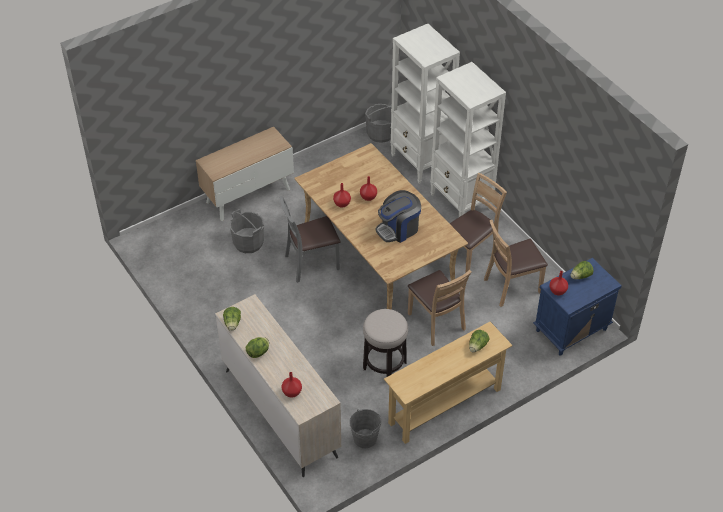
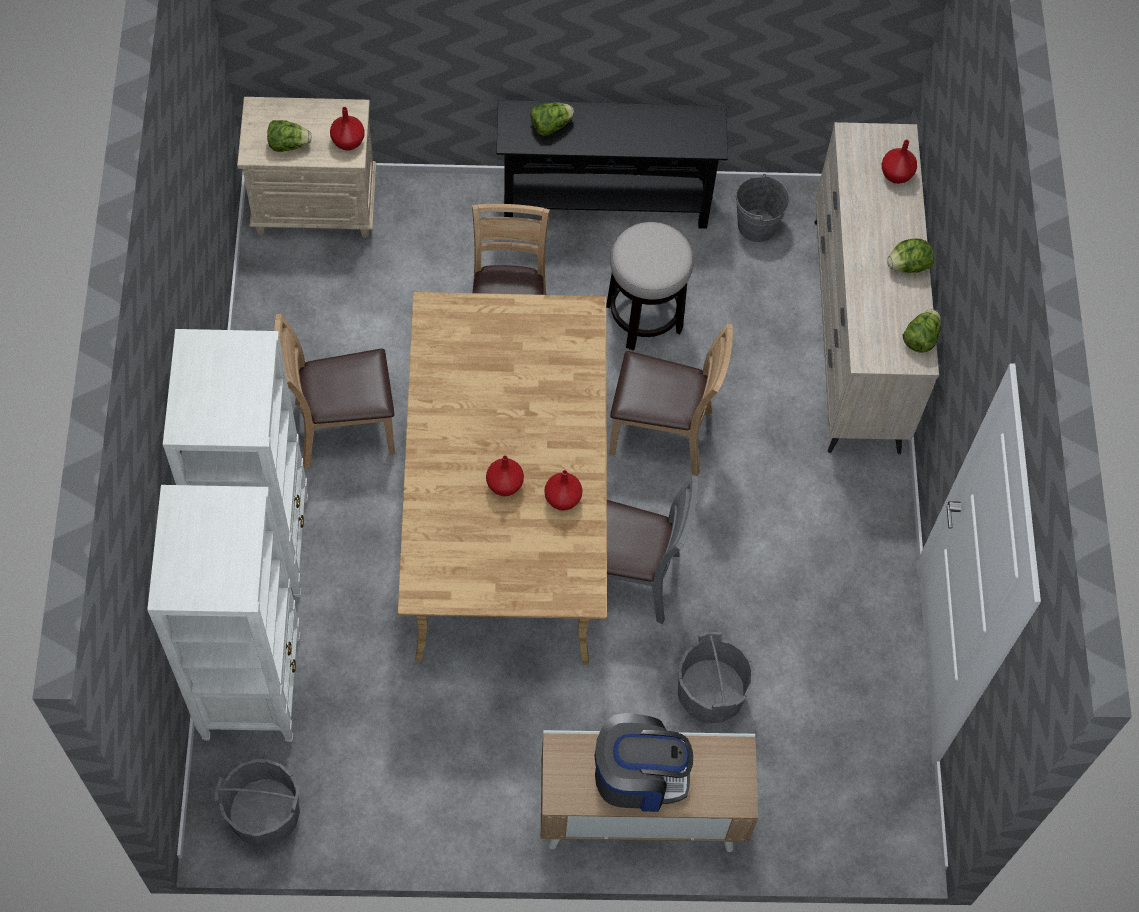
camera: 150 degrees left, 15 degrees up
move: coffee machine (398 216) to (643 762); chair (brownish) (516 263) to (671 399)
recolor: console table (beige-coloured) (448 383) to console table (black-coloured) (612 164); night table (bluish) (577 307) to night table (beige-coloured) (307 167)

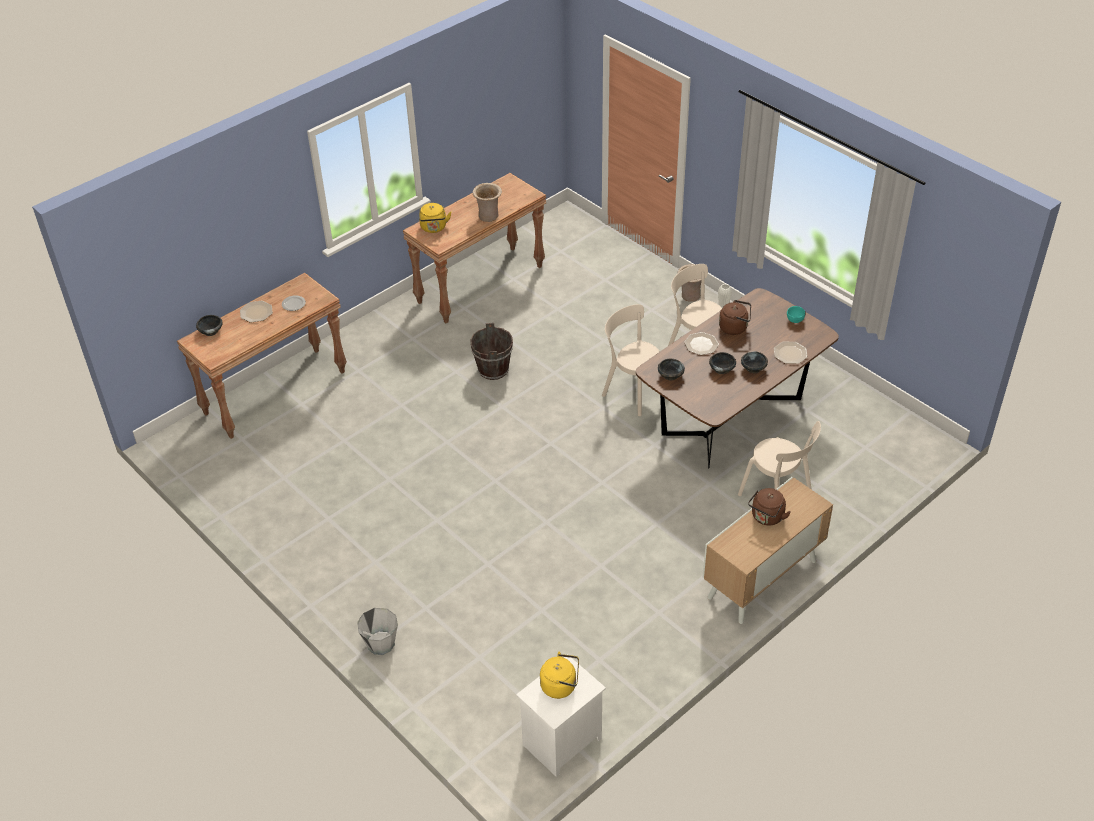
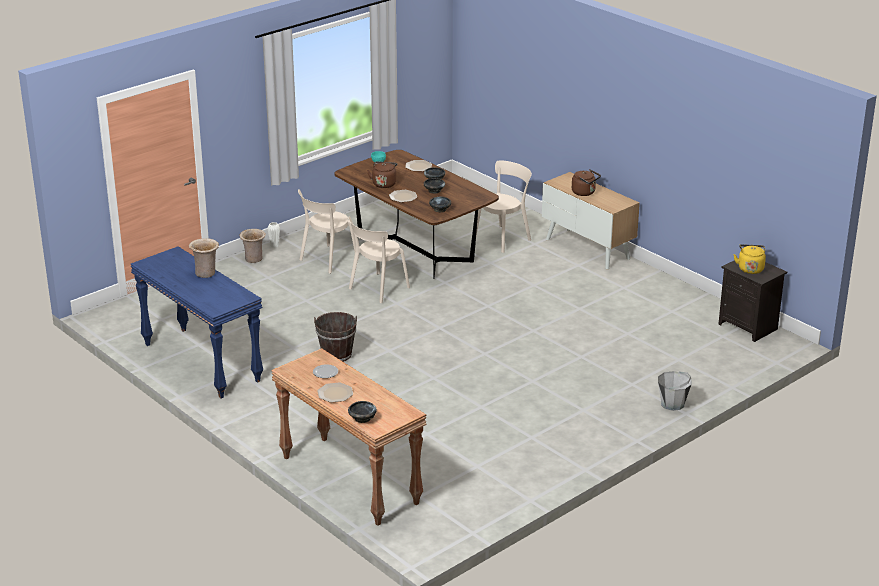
camera: 90 degrees left, 15 degrees down
delete: tea kettle (yellowish) (435 218)
recolor: console table (brownish) (474 248) to console table (bluish) (196 322); night table (whitish) (561 715) to night table (black-coloured) (752 301)

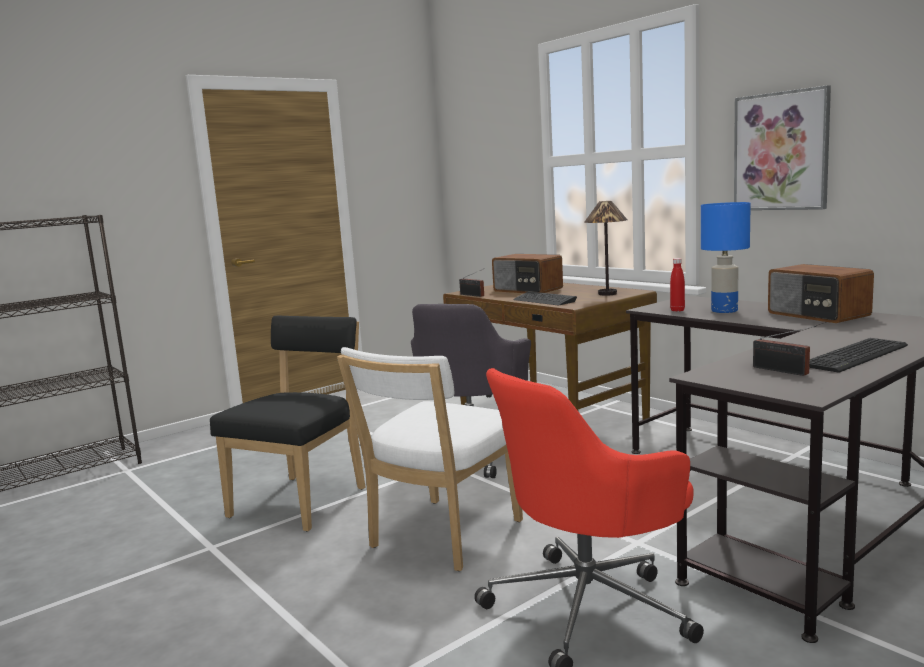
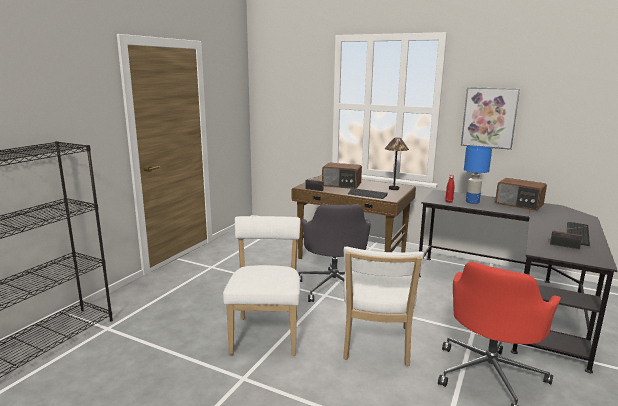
camera: 25 degrees left, 5 degrees up
recolor: chair (black-coloured) (287 424) to chair (whitish) (261 286)

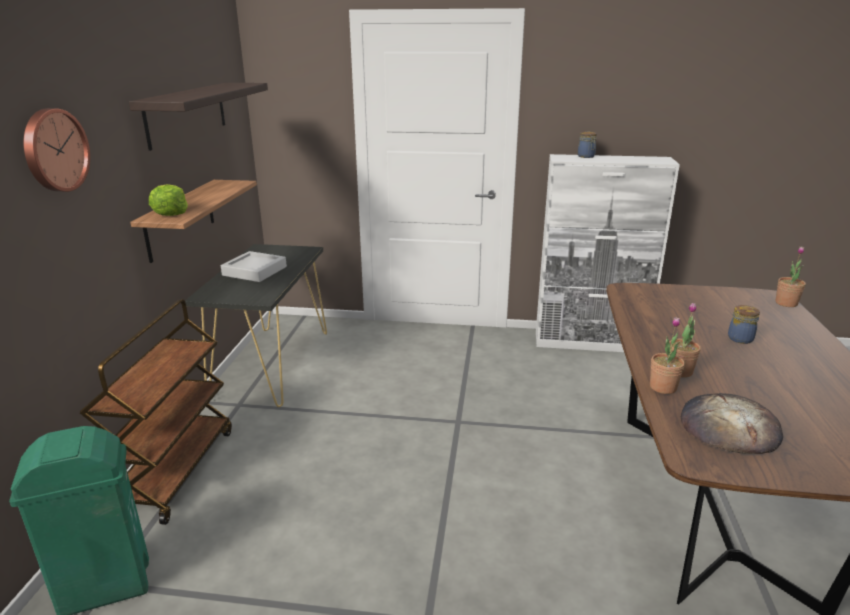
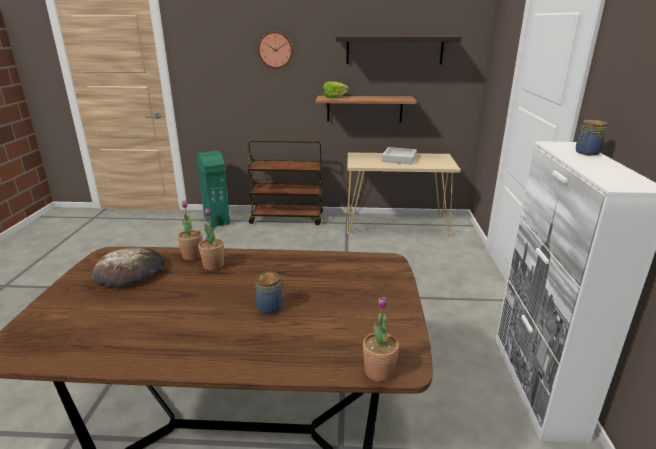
camera: 85 degrees right, 0 degrees up
recolor: console table (black-coloured) (256 325) to console table (beige-coloured) (404 194)

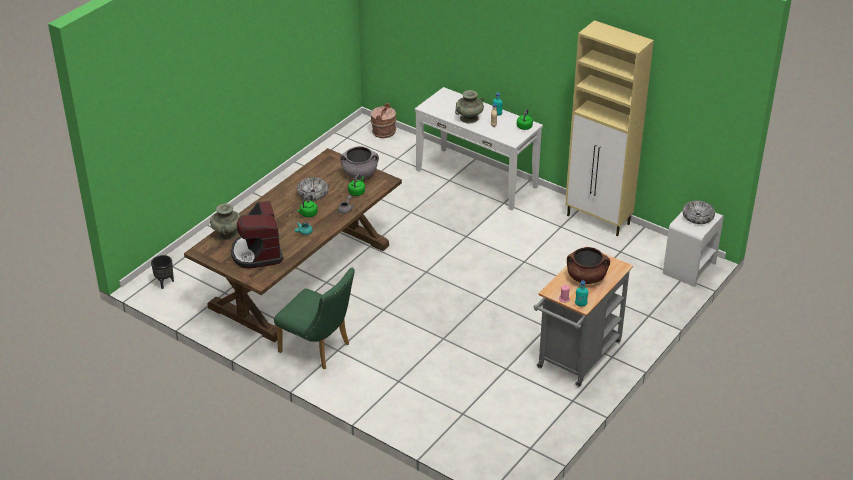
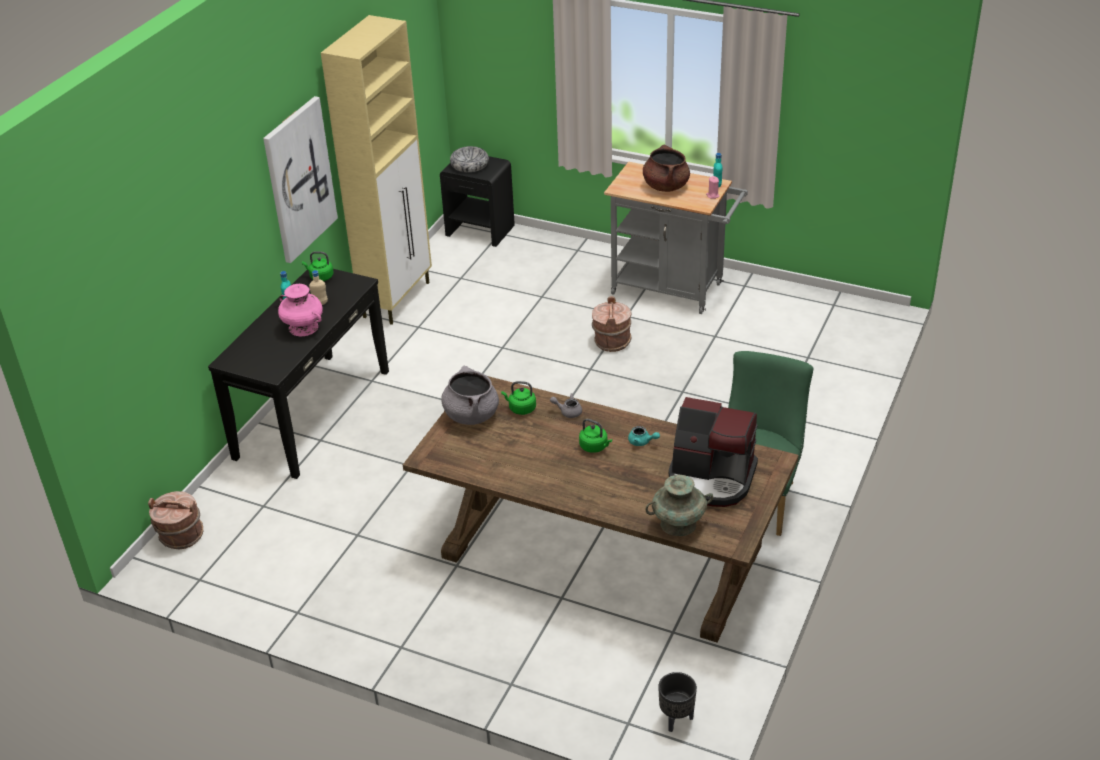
camera: 100 degrees left, 0 degrees up
delete: bowl (313 189)
insert: wall picture (300 179); pail (brownish) (612 324)
recolor: console table (whitish) (479 148) to console table (black-coloured) (298 374); flower vase (turquoise-coloured) (469 107) to flower vase (pinkish) (300 310); night table (whitish) (693 249) to night table (black-coloured) (477 201)
rotate: coffee machine (257 235) = (713 452) 45 degrees clockwise

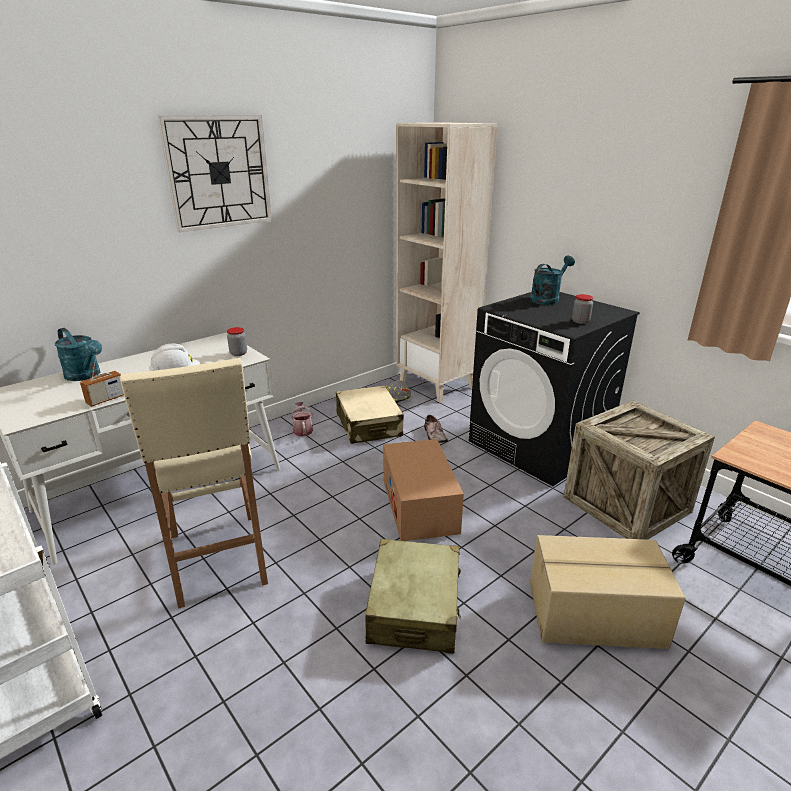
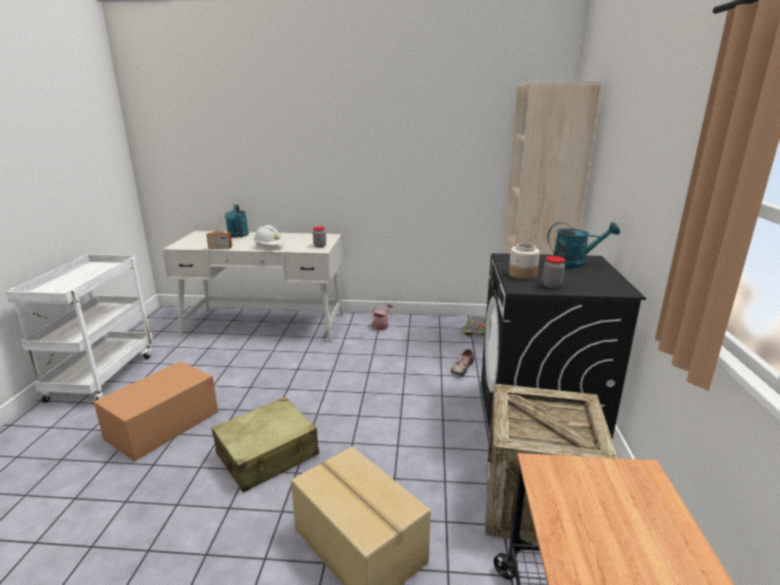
camera: 45 degrees right, 5 degrees down
delete: stool seat (beige-coloured) (194 483); wall clock (215 173); travel case (beige-coloured) (370 414)
insert: storage jar (524 261)
move: cardboard box (423 490) to (156 411)

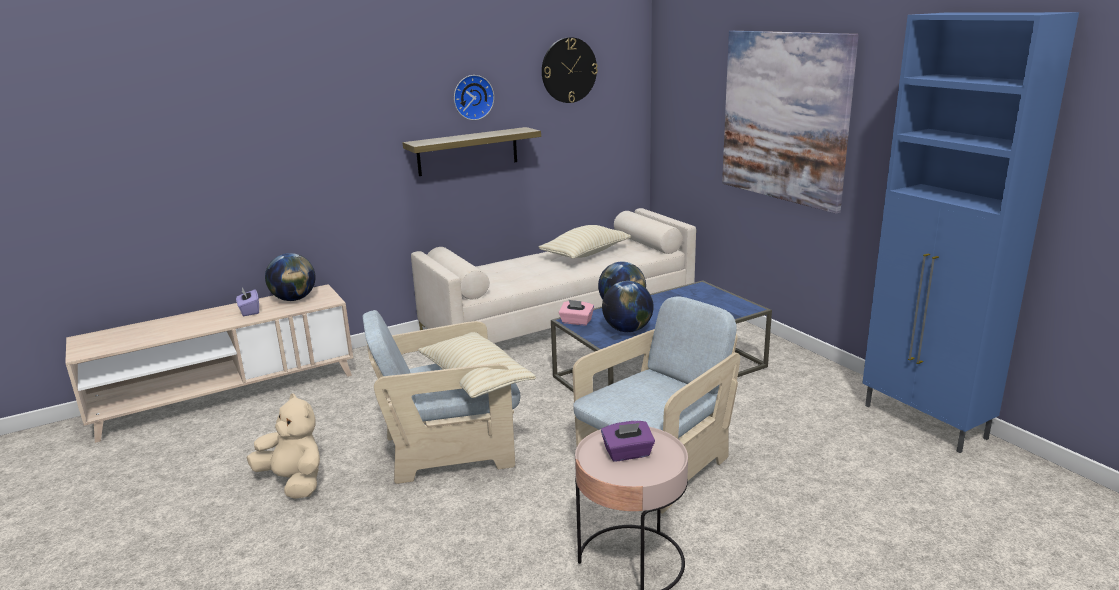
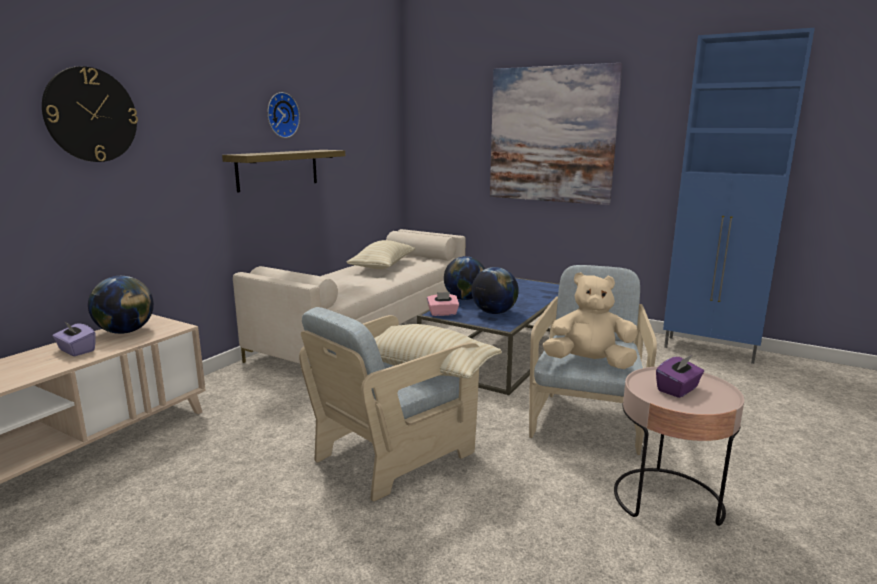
camera: 30 degrees left, 5 degrees down
move: plush toy (beige-coloured) (283 446) to (590 320); wall clock (570 70) to (90 114)

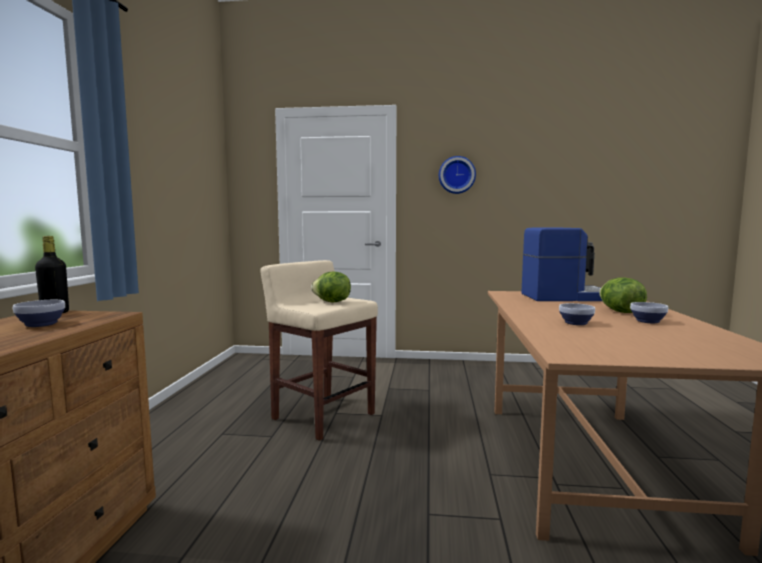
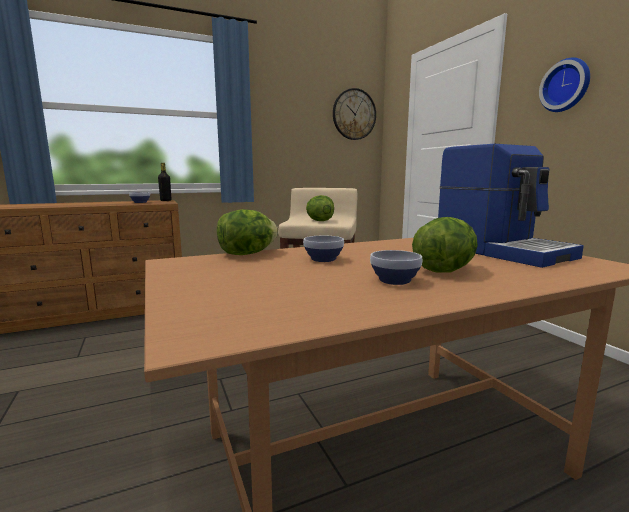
camera: 60 degrees right, 5 degrees up
insert: lettuce (247 232); wall clock (354 114)

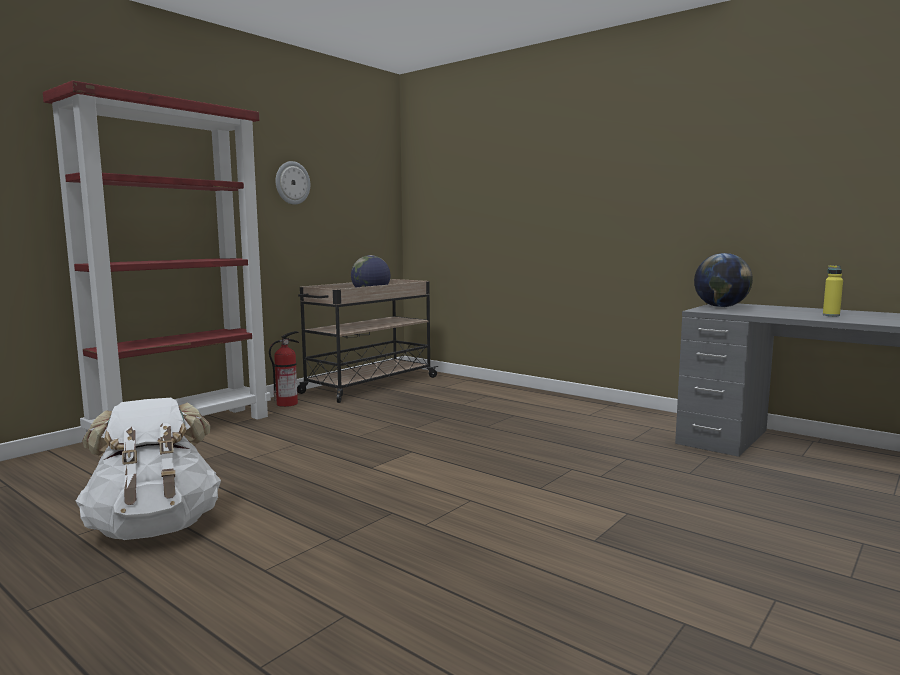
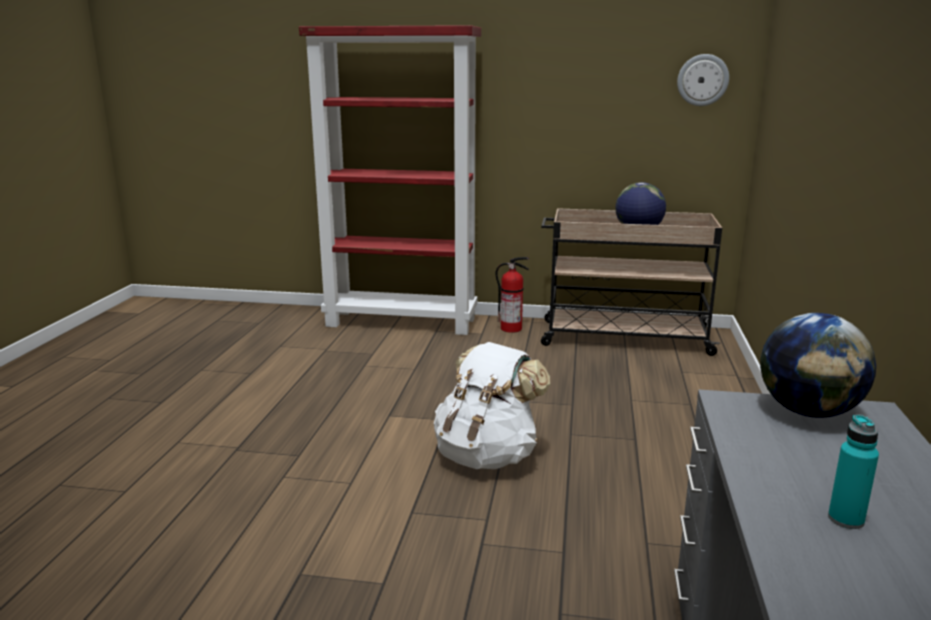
camera: 60 degrees right, 10 degrees up
move: backpack (whitish) (148 469) to (492 405); wall clock (293 183) to (703 80)
recolor: beverage bottle (yellowish) (833 290) to beverage bottle (turquoise-coloured) (853 471)

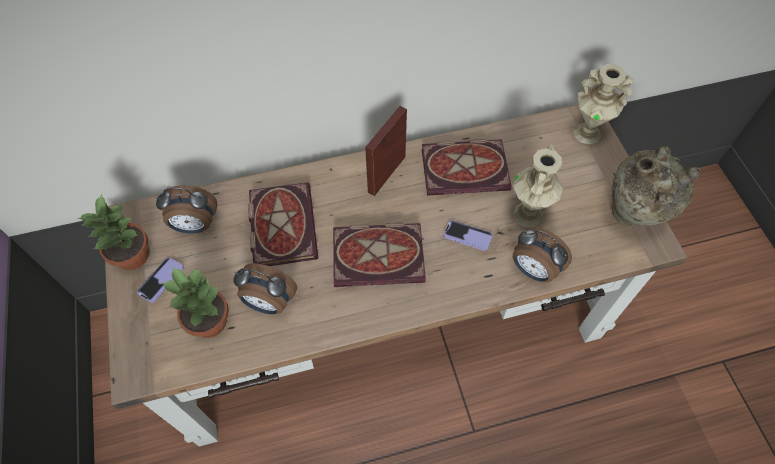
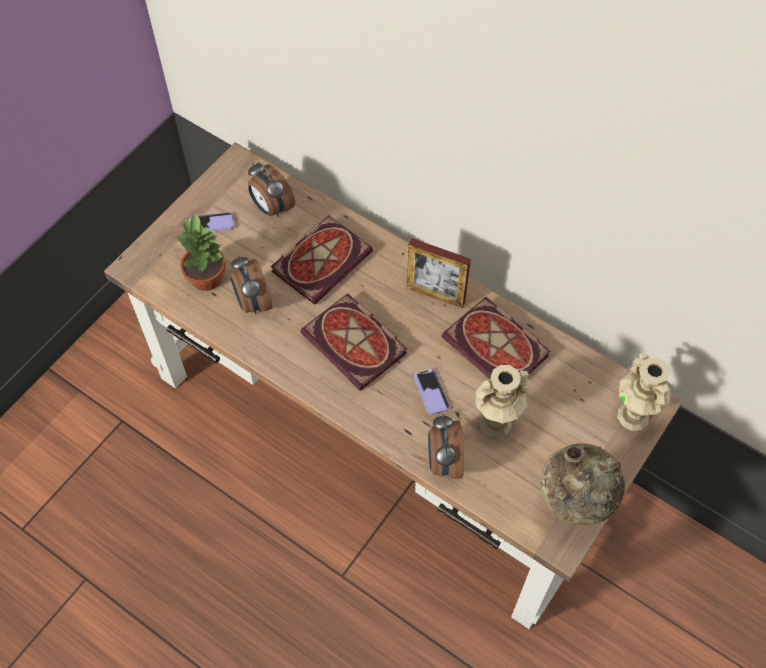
camera: 50 degrees right, 0 degrees up
delete: houseplant (113 232)
rotate: picture frame (386 151) = (439 273) 150 degrees counterclockwise

